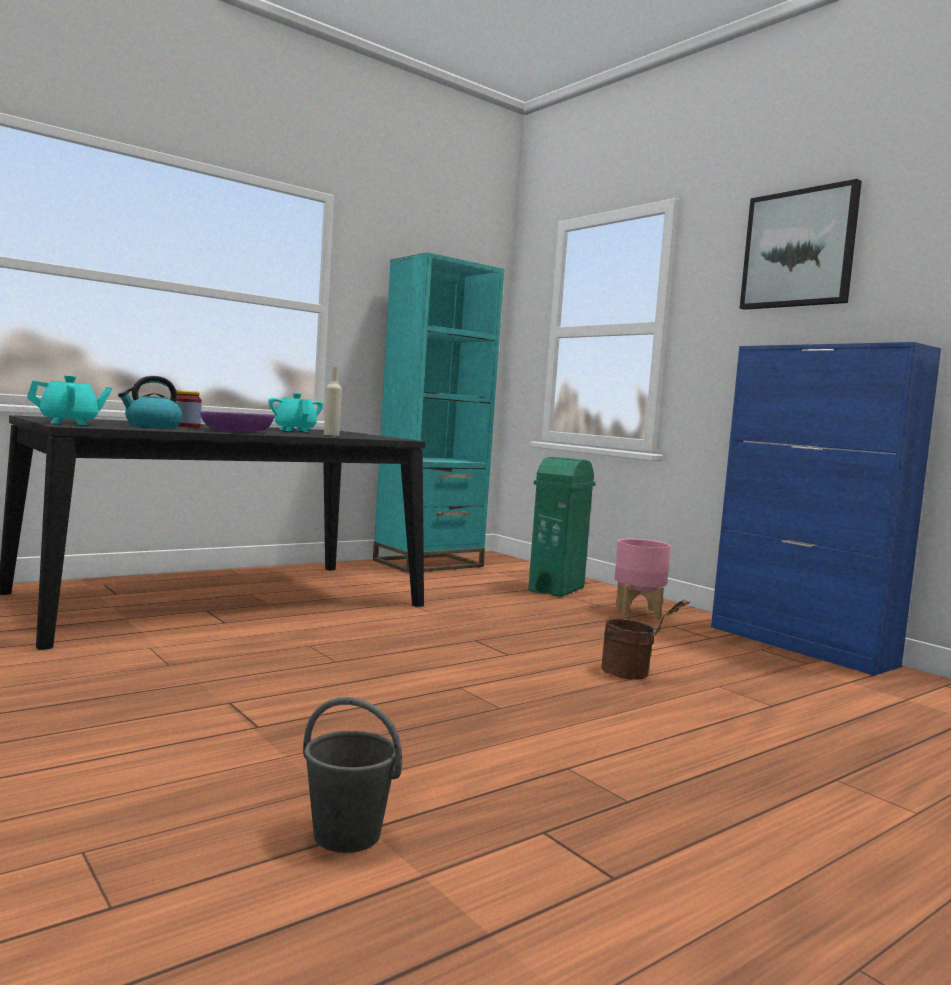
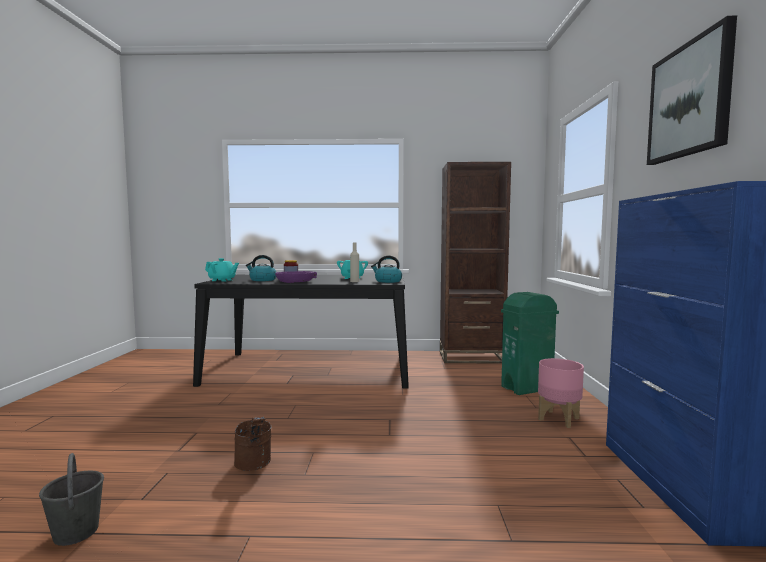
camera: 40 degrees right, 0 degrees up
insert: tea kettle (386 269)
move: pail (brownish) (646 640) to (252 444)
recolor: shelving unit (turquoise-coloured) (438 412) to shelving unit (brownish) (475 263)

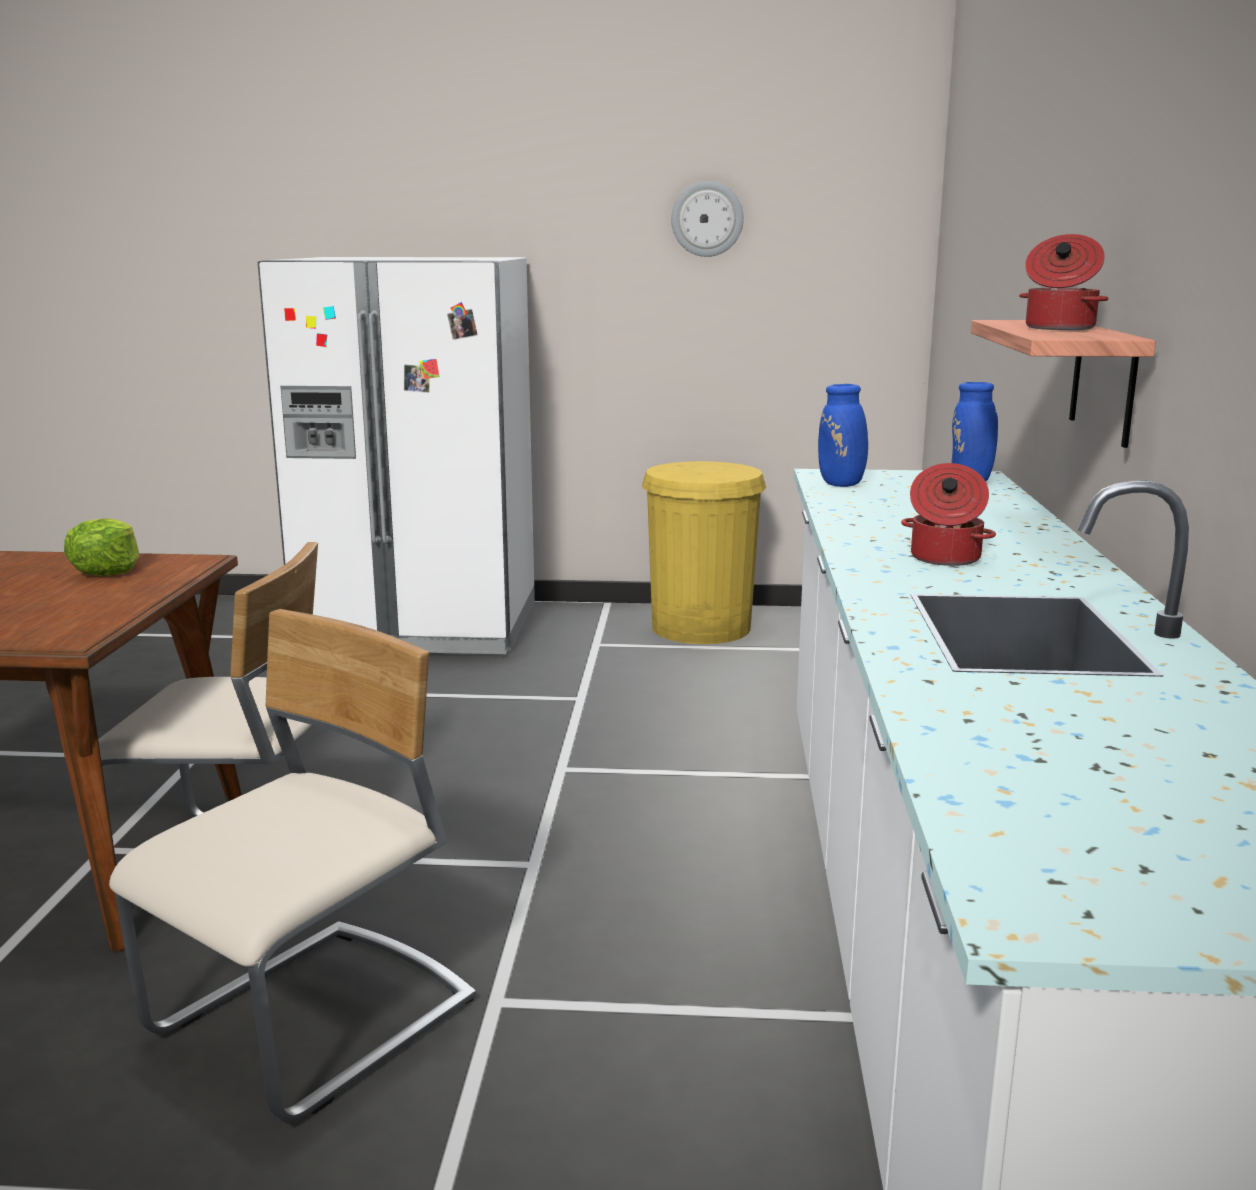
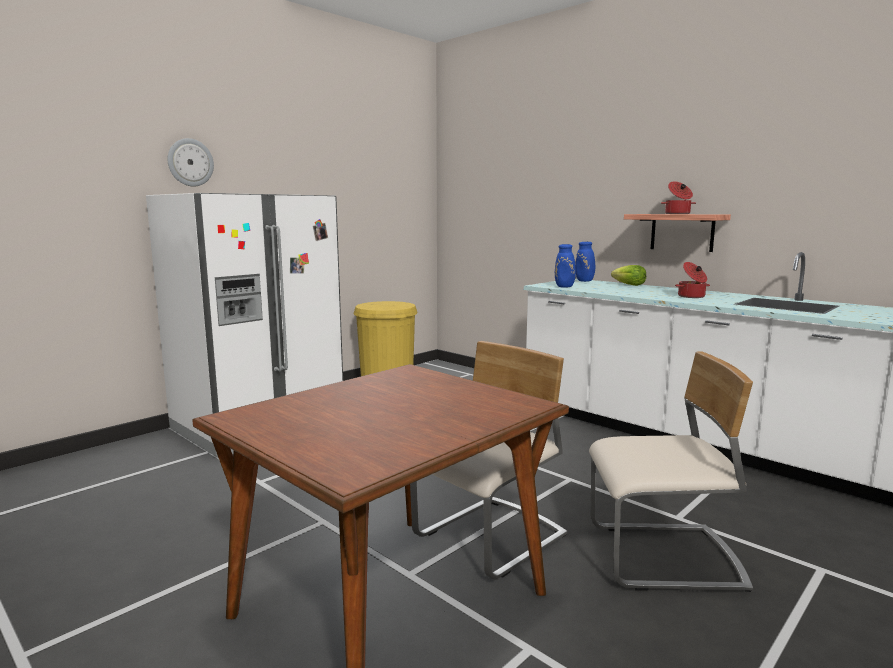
camera: 50 degrees left, 5 degrees down
move: lettuce (101 547) to (628 275); wall clock (707 219) to (190 162)
rotate: chair (beige-coloured) (292 866) = (671 471) 105 degrees clockwise

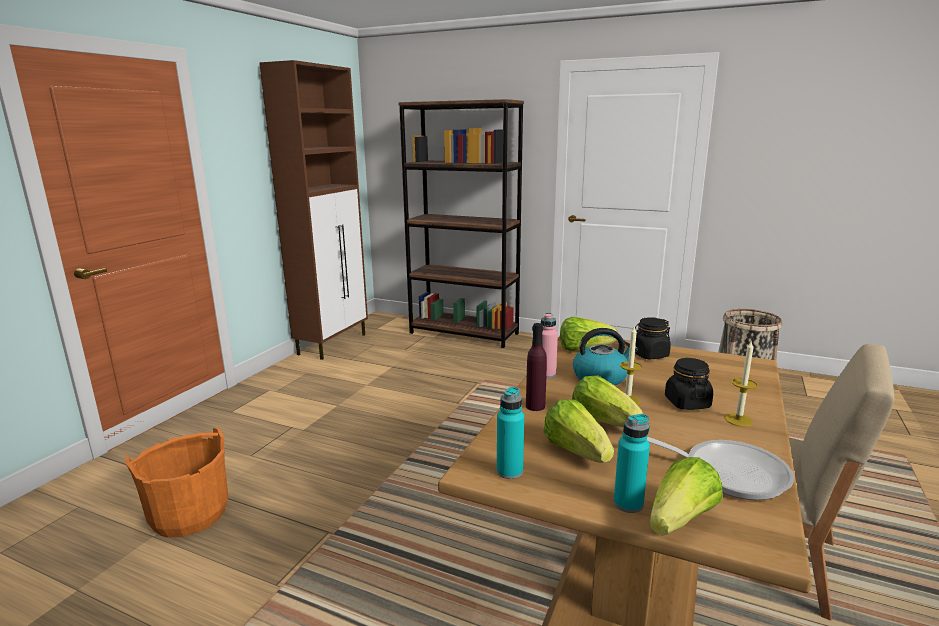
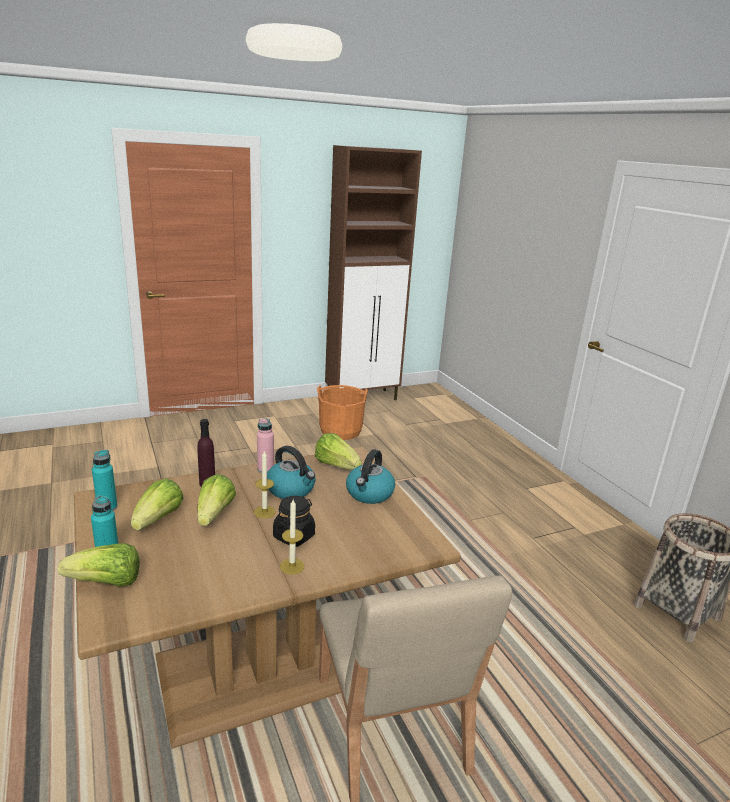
camera: 40 degrees right, 5 degrees up
delete: shelving unit (brownish) (461 223); pan (720 468)
move: pail (orange-coloured) (176 483) to (342 412)
replace: storage jar (black-coloured) (653 338) to tea kettle (370 476)

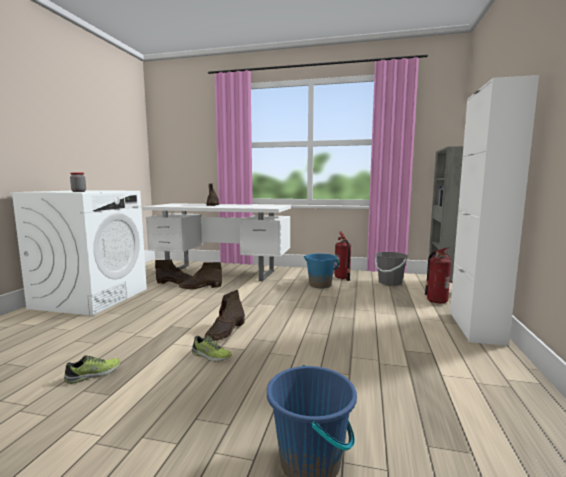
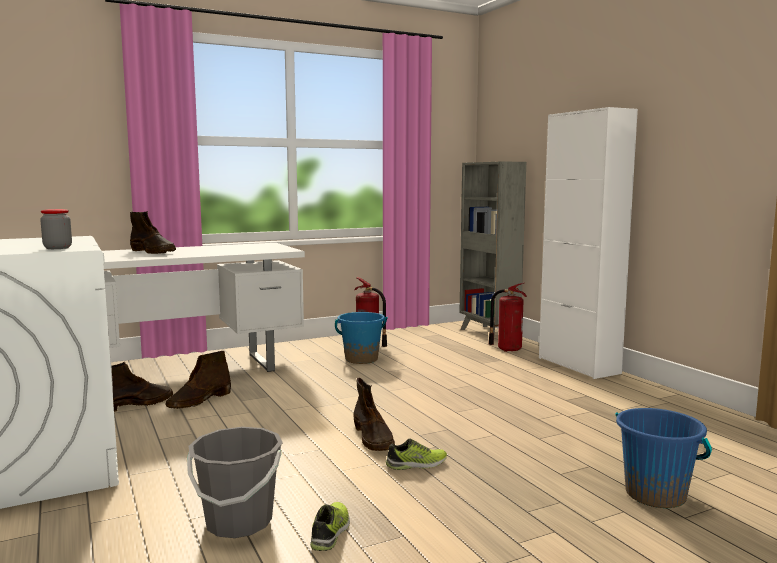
camera: 40 degrees left, 0 degrees up
move: pail (gray) (391 269) to (235 482)

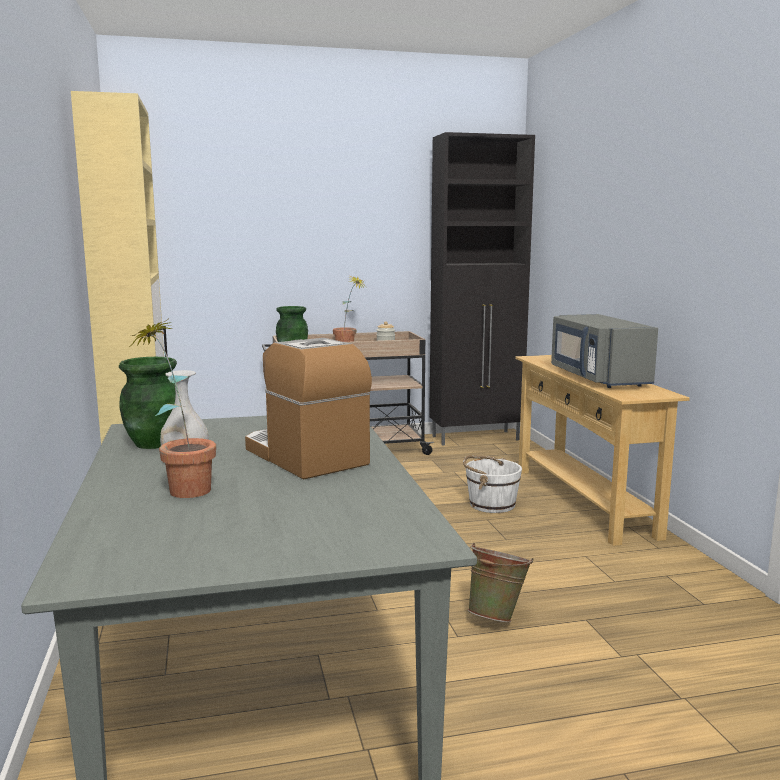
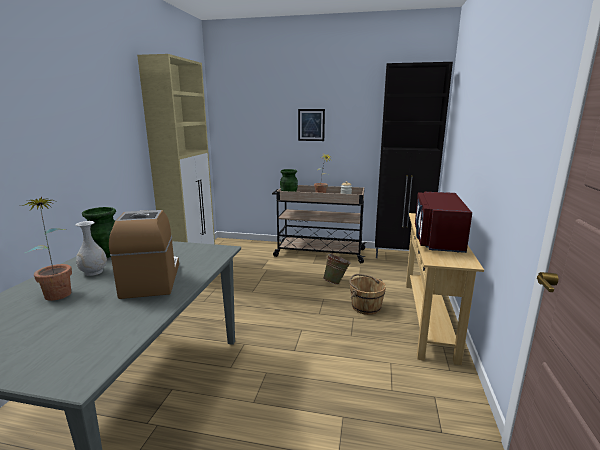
camera: 25 degrees right, 5 degrees up
insert: wall picture (311 125)
move: pail (greenish) (501 582) to (337 269)
recolor: pail (whitish) (492 484) to pail (brownish) (367 294); microwave oven (gray) (604 351) to microwave oven (red) (443 222)

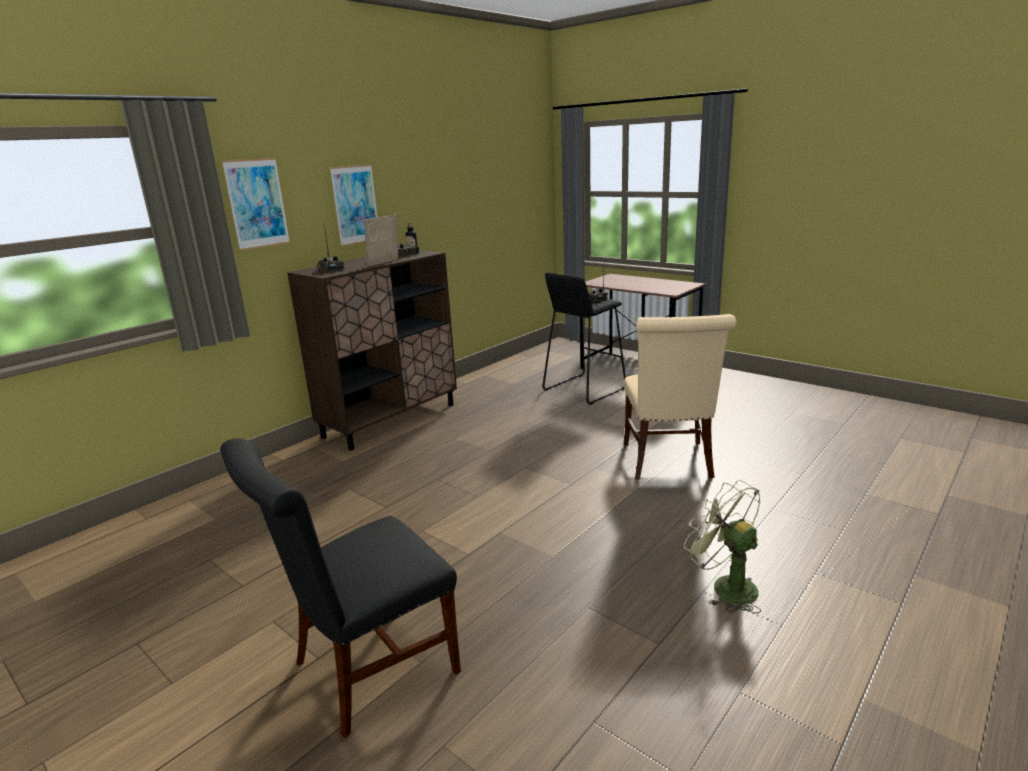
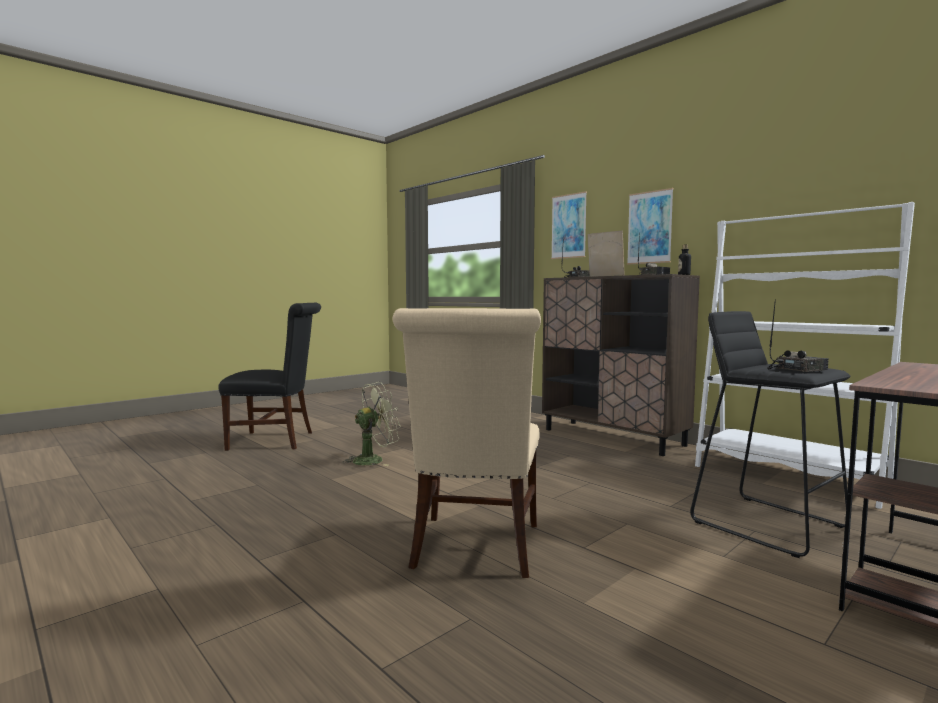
camera: 95 degrees right, 15 degrees down
insert: shelving unit (whitish) (805 355)
move: fan (greenish) (722 547) to (371 424)
rotate: chair (black-coloured) (340 588) = (269 377) 120 degrees clockwise; chair (beige-coloured) (680 397) = (467 443) 90 degrees counterclockwise

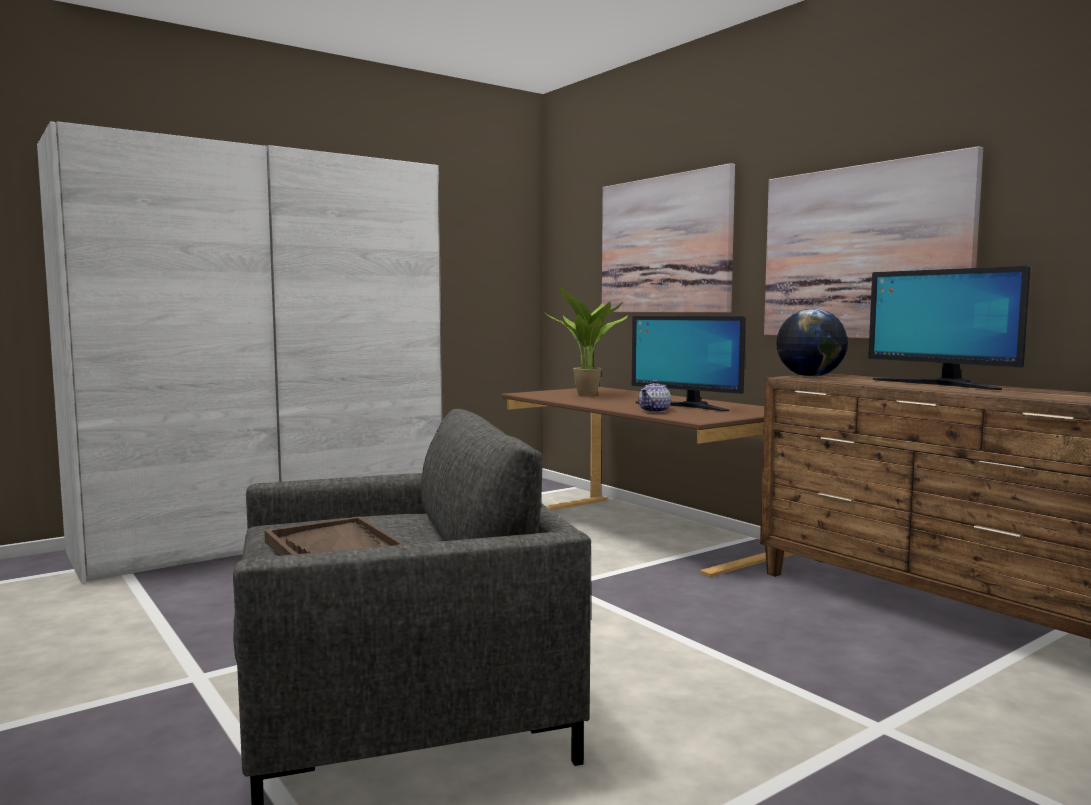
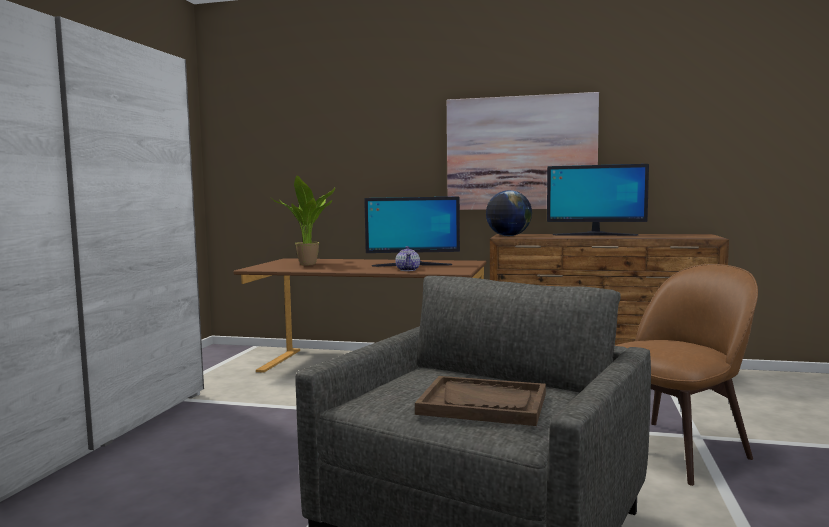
camera: 40 degrees left, 0 degrees up
delete: wall picture (668 238)
insert: chair (brownish) (686 375)

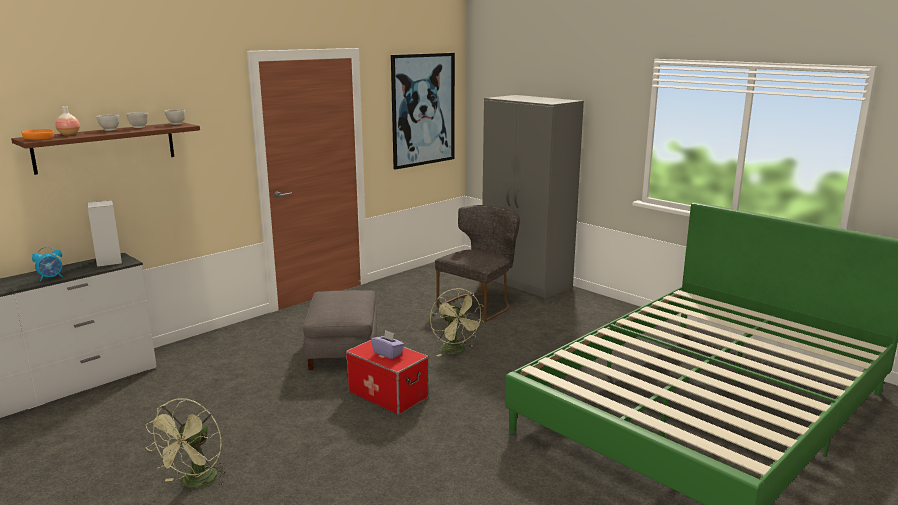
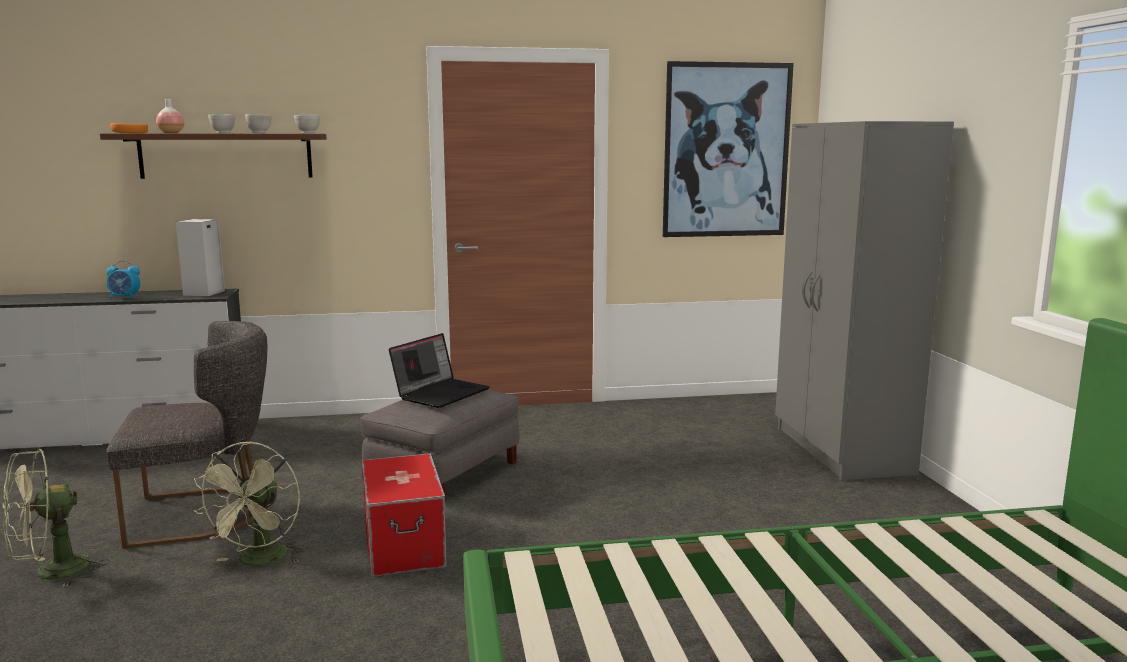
camera: 35 degrees right, 5 degrees down
delete: tissue holder (purplish) (388 344)
insert: laptop (439 370)
move: fan (greenish) (457 322) to (248 503); chair (gray) (477 263) to (186 435)

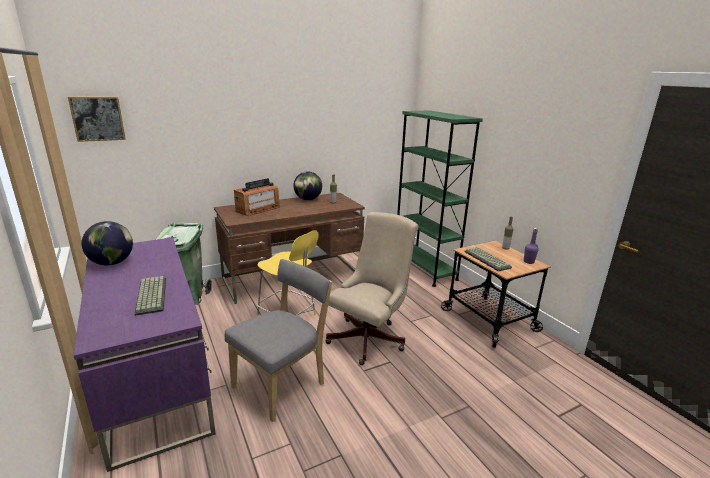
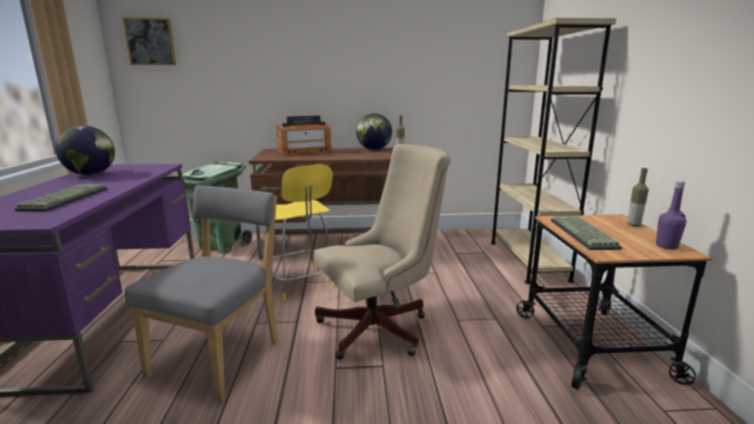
camera: 25 degrees right, 5 degrees down
recolor: shelving unit (greenish) (440 199) to shelving unit (beige-coloured) (553 151)
rotate: chair (gray) (278 340) = (202 293) 45 degrees counterclockwise

